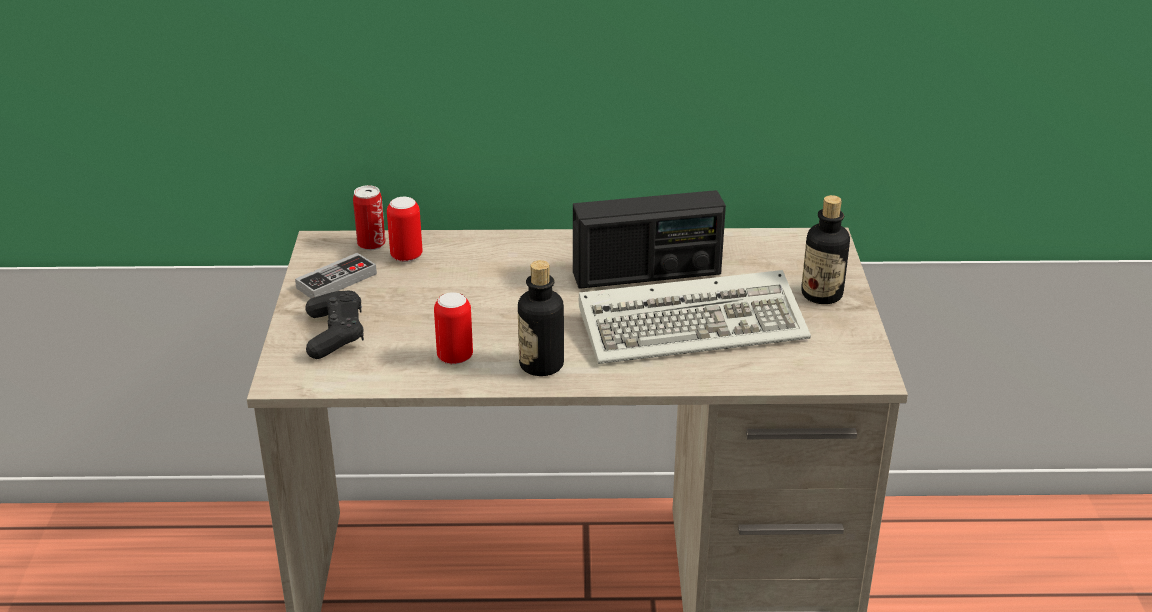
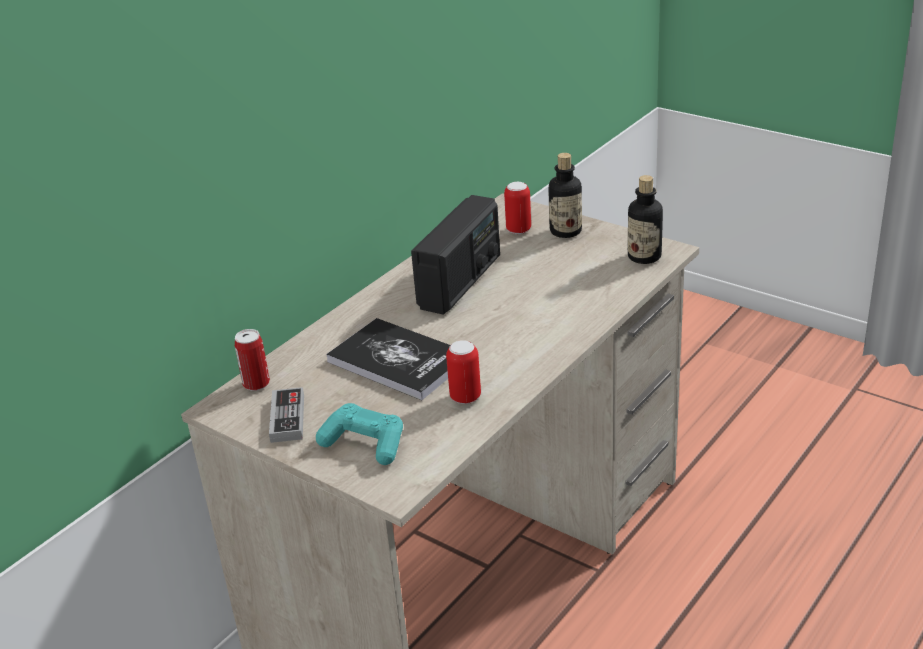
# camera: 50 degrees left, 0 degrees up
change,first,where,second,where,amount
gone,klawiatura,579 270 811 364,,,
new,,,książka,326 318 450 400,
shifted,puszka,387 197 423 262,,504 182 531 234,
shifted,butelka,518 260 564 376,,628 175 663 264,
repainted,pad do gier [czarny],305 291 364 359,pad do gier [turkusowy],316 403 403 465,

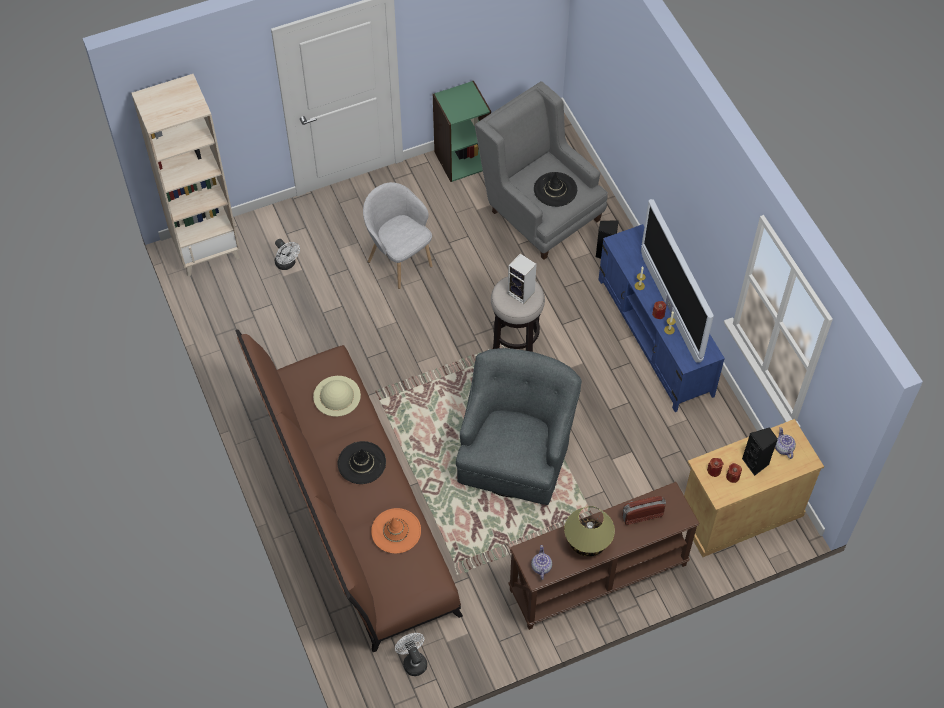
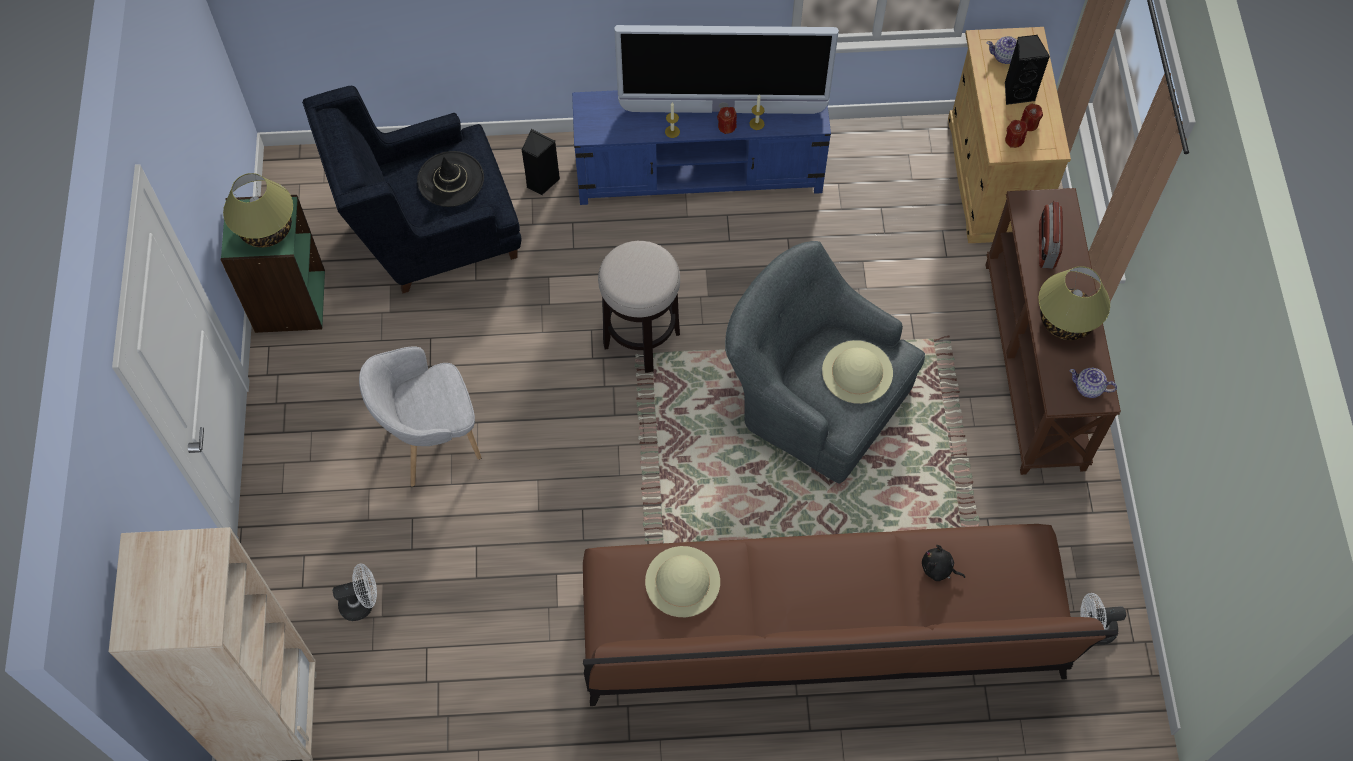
# camera: 70 degrees left, 5 degrees up
change,first,where,second,where,amount
gone,kapelusz [czarny],338 441 386 484,,,
gone,głośnik,508 253 536 304,,,
new,,,lampa stołowa,223 173 293 248,
new,,,kapelusz [beżowy],822 340 893 404,
swapped,kapelusz [pomarańczowy],371 508 421 553,pluszak [czarny],922 545 965 581,
repainted,fotel [szary],475 81 608 260,fotel [niebieski],302 86 522 293,

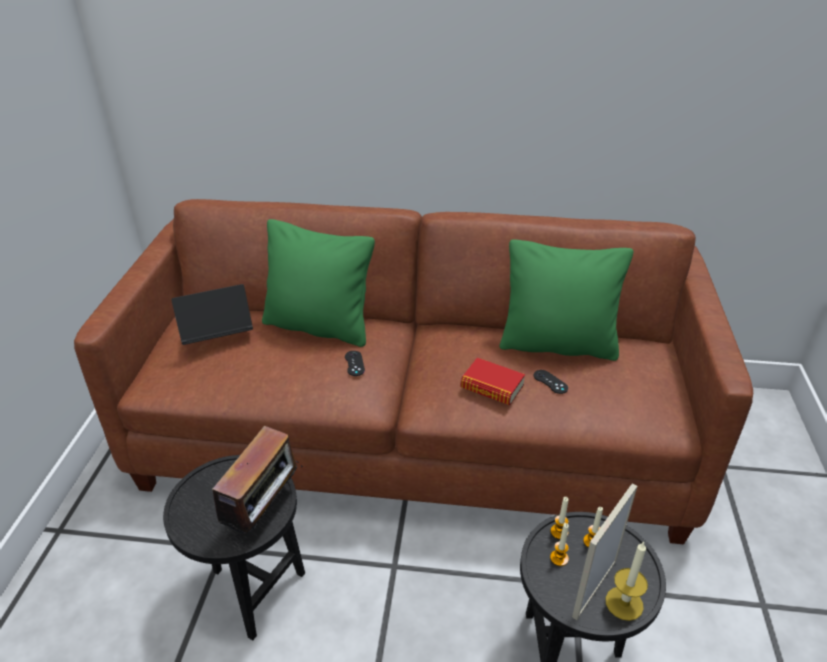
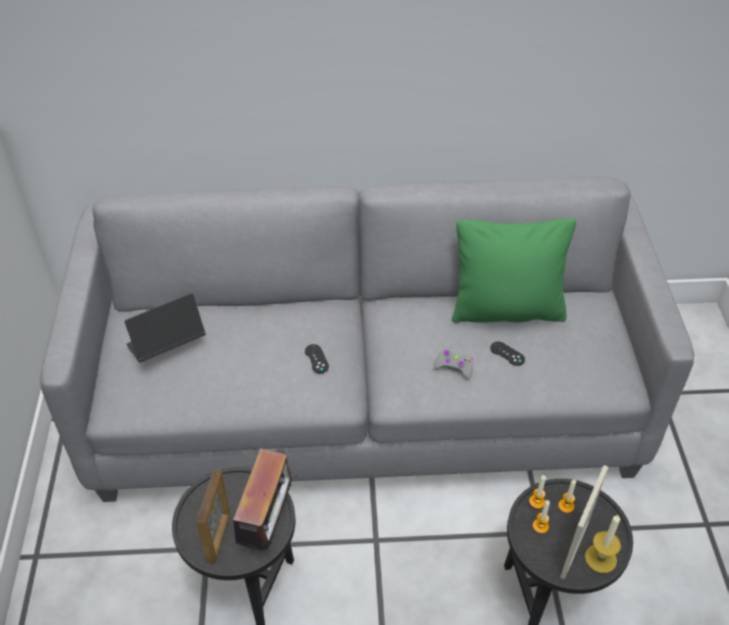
# camera: 10 degrees left, 10 degrees up
change,first,where,second,where,amount
gone,poduszka [zielony],262 219 375 347,,,
new,,,ramka na zdjęcie,196 469 230 563,
swapped,książka,460 358 525 405,pad do gier [szary],433 349 473 379,
repainted,kanapa [brązowy],74 199 753 544,kanapa [szary],40 176 694 502,

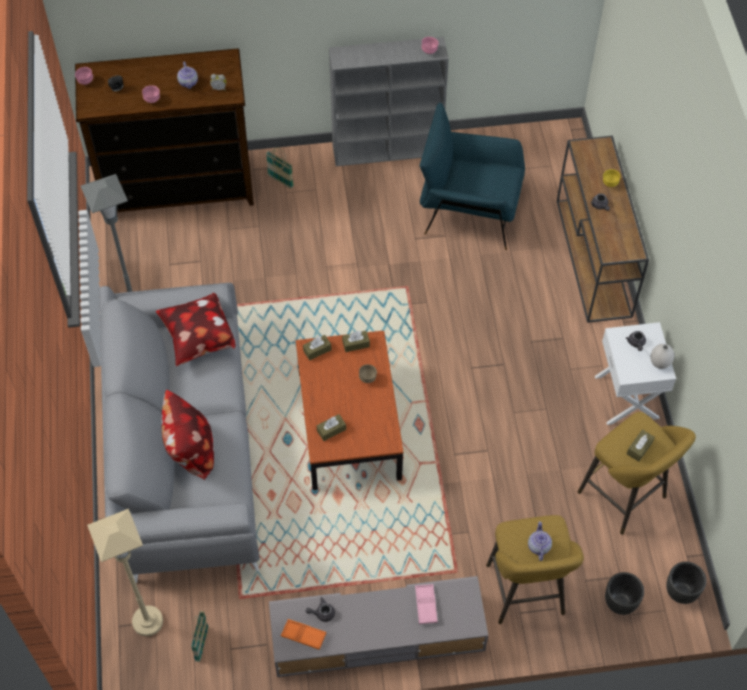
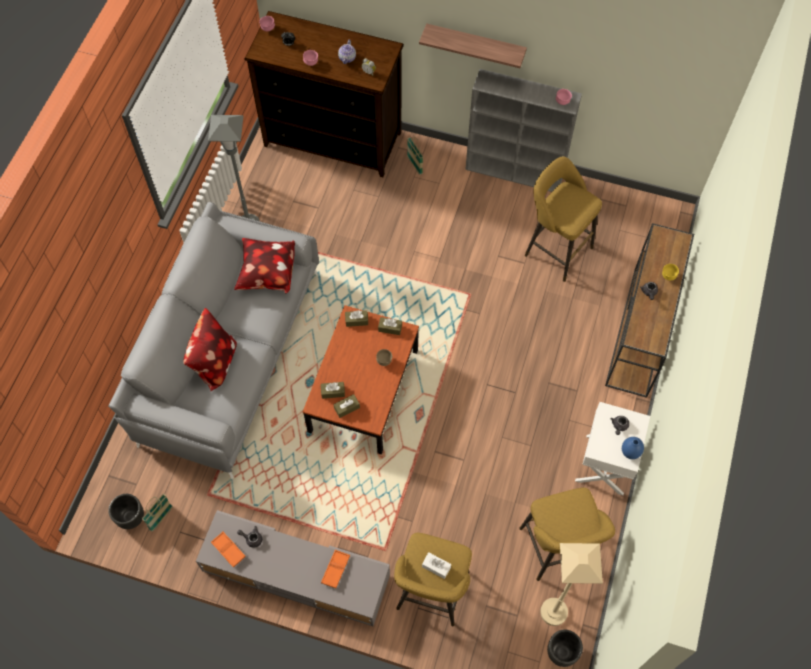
# camera: 25 degrees right, 5 degrees up
change,first,where,second,where,amount
new,,,półka,419 24 527 68,
shifted,lampa stojąca [beżowy],87 509 163 636,,540 543 603 626,
shifted,donica [czarny],605 572 644 615,,108 494 144 529,
shifted,pudełko chusteczek [brązowy],627 429 655 462,,334 394 360 418,
swapped,fotel [niebieski],420 103 525 250,stołek [żółty],525 157 602 282,
swapped,imbryk,528 521 552 561,pudełko chusteczek [biały],422 552 451 579,
repainted,taca [różowy],415 584 438 624,taca [pomarańczowy],321 550 350 589,
repainted,wazon [biały],650 344 674 369,wazon [niebieski],622 437 644 459,

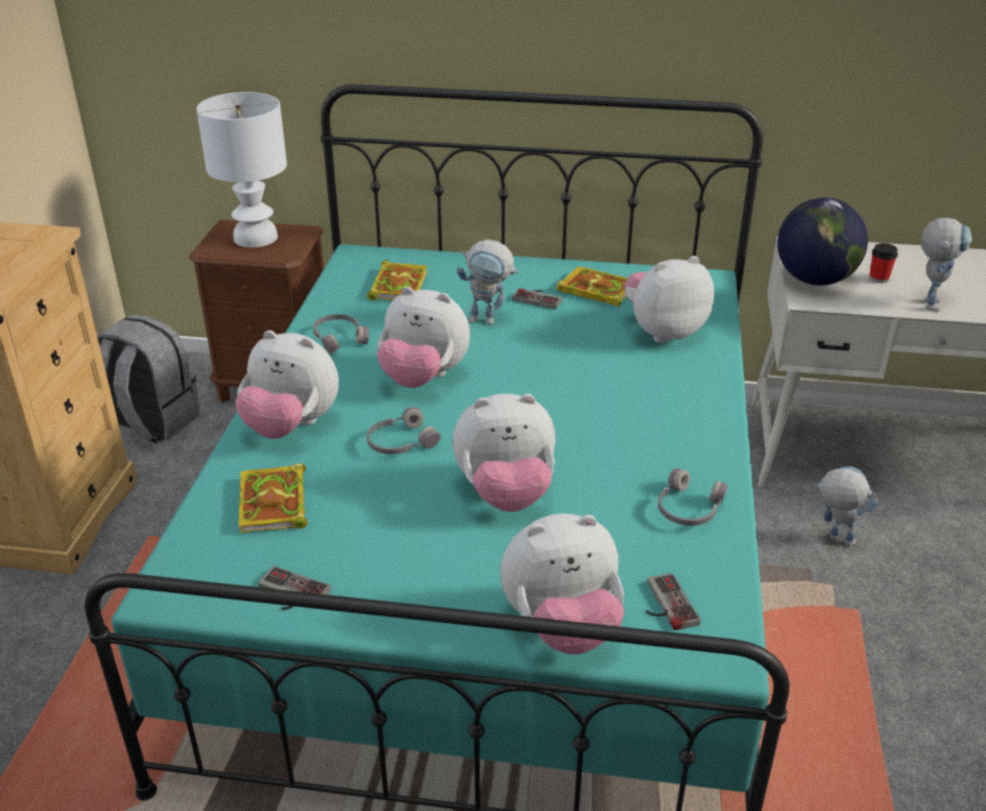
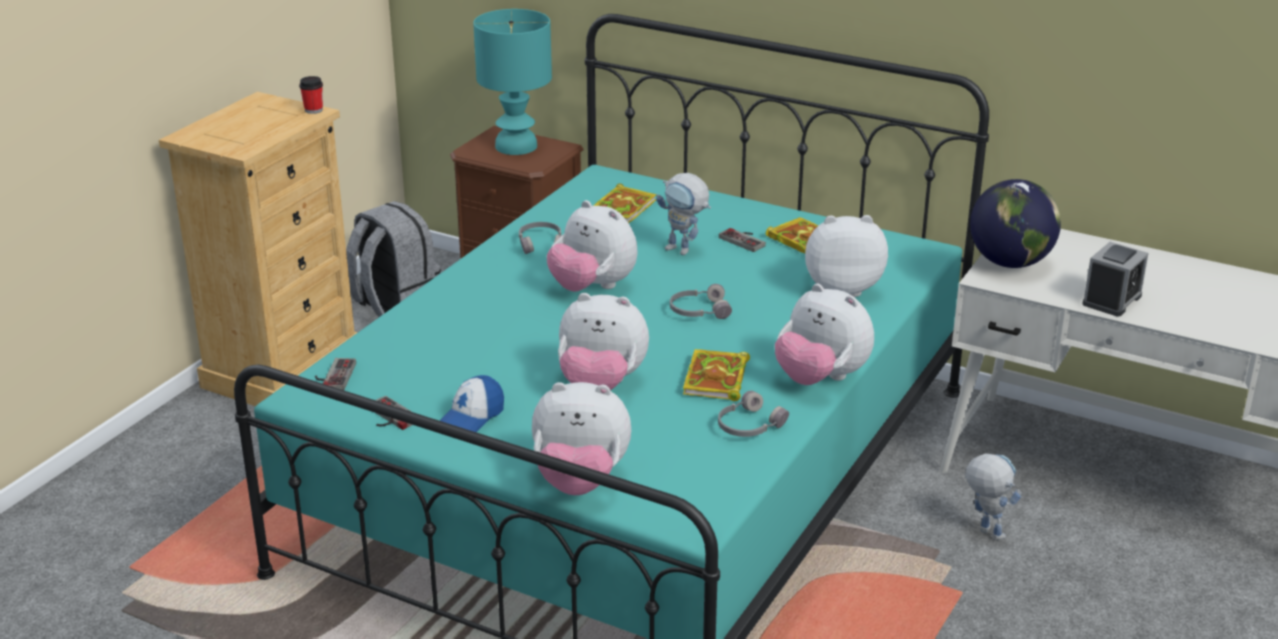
# camera: 20 degrees right, 5 degrees down
change,first,where,second,where,amount
new,,,czapka z daszkiem,440 375 504 432,
shifted,pluszak,235 330 339 439,,775 284 874 385,
shifted,książka,239 463 308 533,,683 349 750 401,
shifted,słuchawki [szary],367 407 441 454,,670 284 732 319,
shifted,pad do gier,646 573 701 630,,315 358 356 390,
shifted,filiżanka,869 243 898 283,,299 76 323 114,
swapped,robot zabawkowy,921 218 972 312,budzik,1082 242 1148 316,
repainted,lampa stołowa [biały],196 92 287 248,lampa stołowa [turkusowy],473 9 552 155,

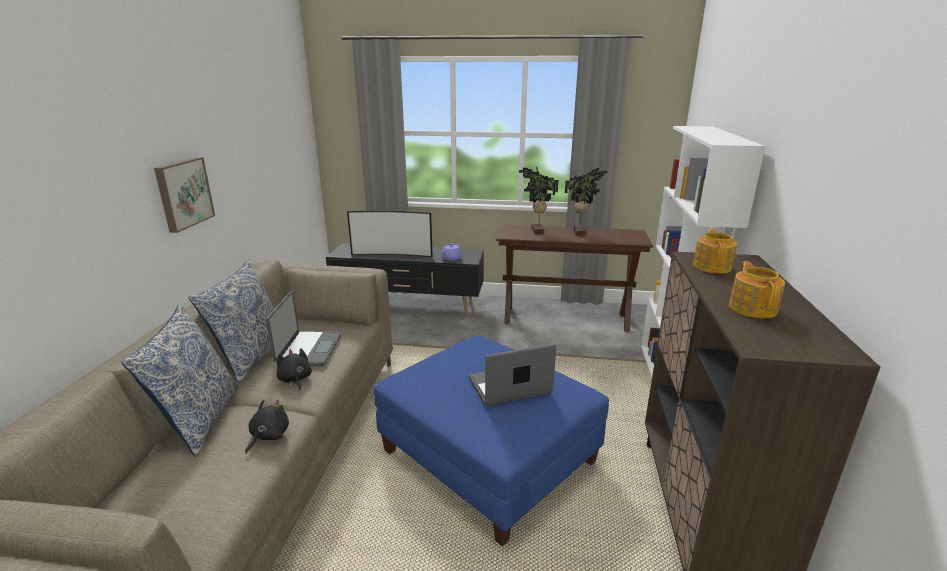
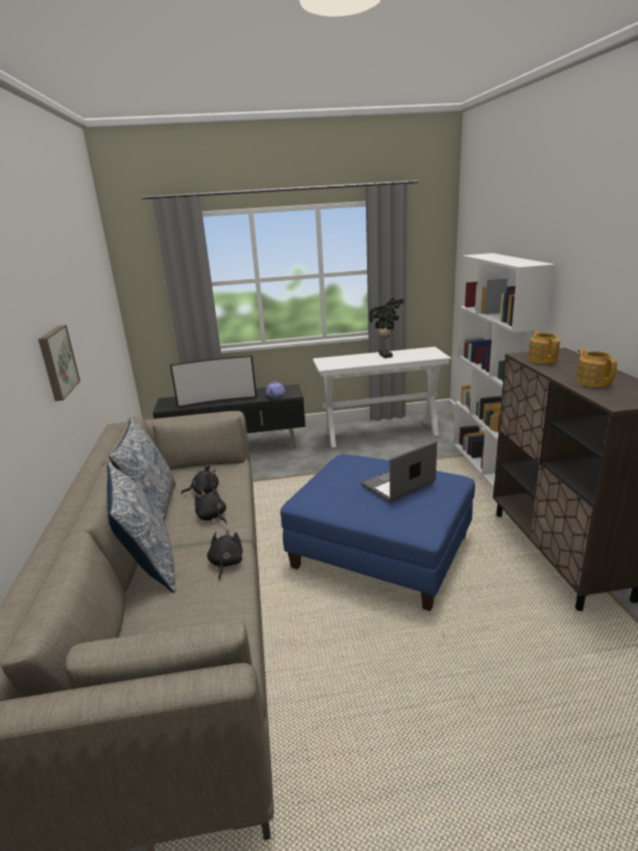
# camera: 15 degrees left, 0 degrees up
change,first,where,second,where,amount
gone,roślina doniczkowa,519 166 558 234,,,
swapped,laptop,266 291 342 367,pluszak [czarny],181 465 219 495,
repainted,stolik konsolowy [brązowy],496 225 654 332,stolik konsolowy [biały],313 347 452 448,

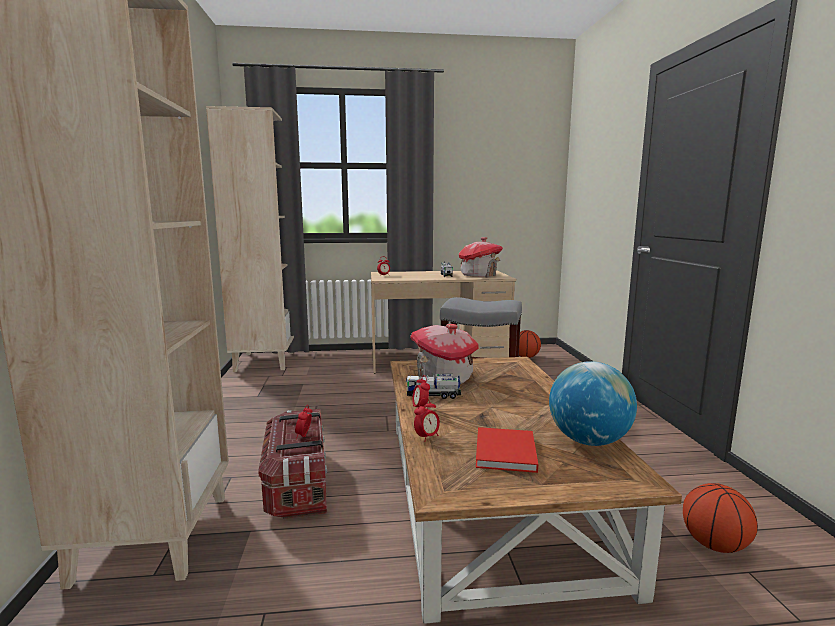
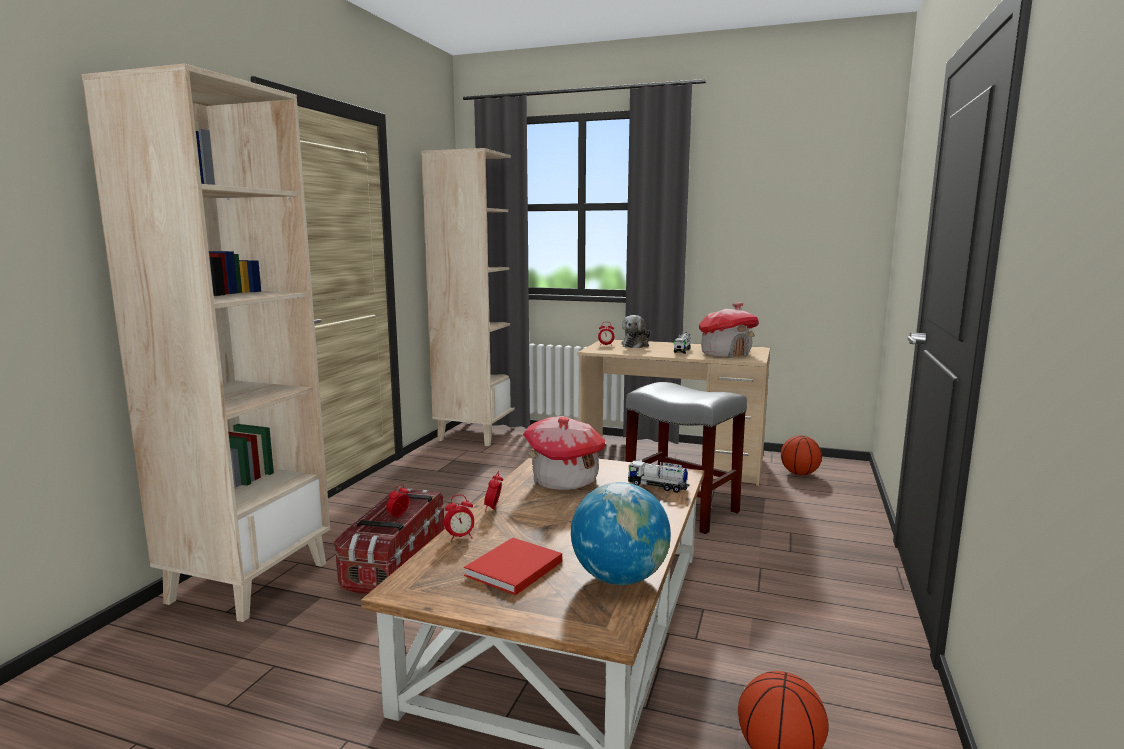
# camera: 25 degrees right, 0 degrees up
change,first,where,second,where,amount
new,,,pluszak,622 315 651 348,
shifted,ciężarówka zabawkowa,406 374 461 399,,628 460 690 493,

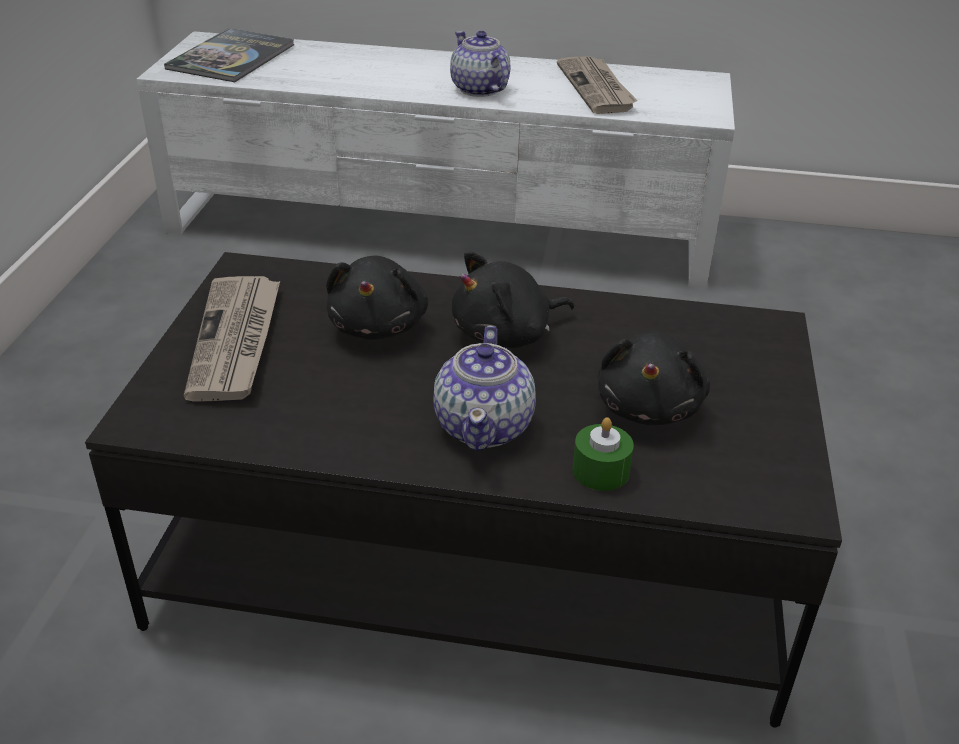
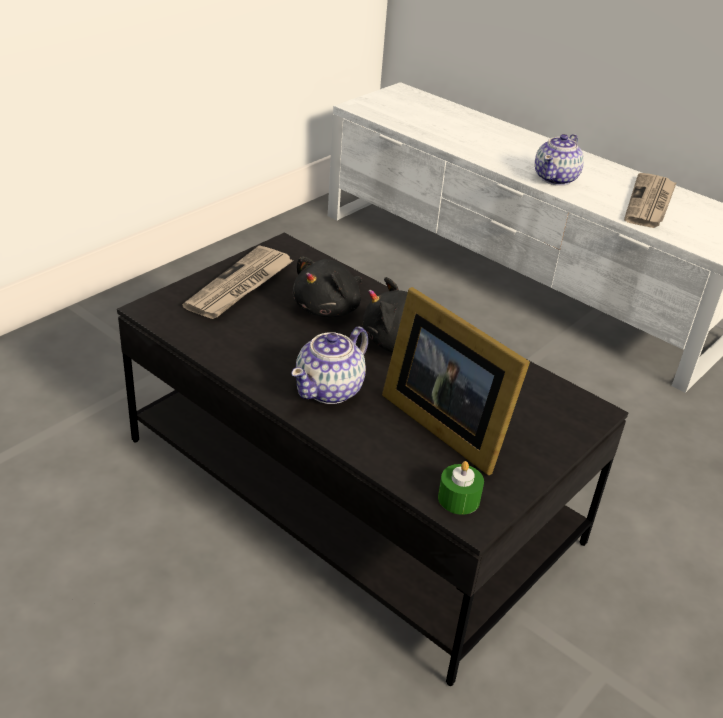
# camera: 30 degrees right, 0 degrees up
change,first,where,second,where,amount
gone,książka,164 28 294 82,,,
shifted,świeca [zielony],573 417 634 491,,438 461 484 515,
swapped,pluszak [czarny],598 332 710 425,ramka na zdjęcie,382 287 530 475,
rotated,imbryk,450 31 510 97,,535 134 584 186,150 degrees counterclockwise

